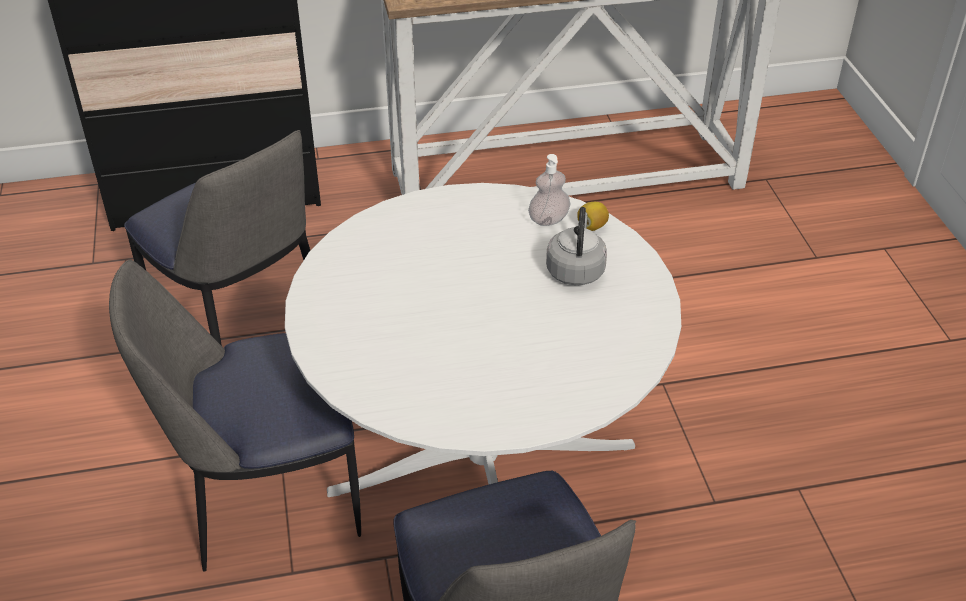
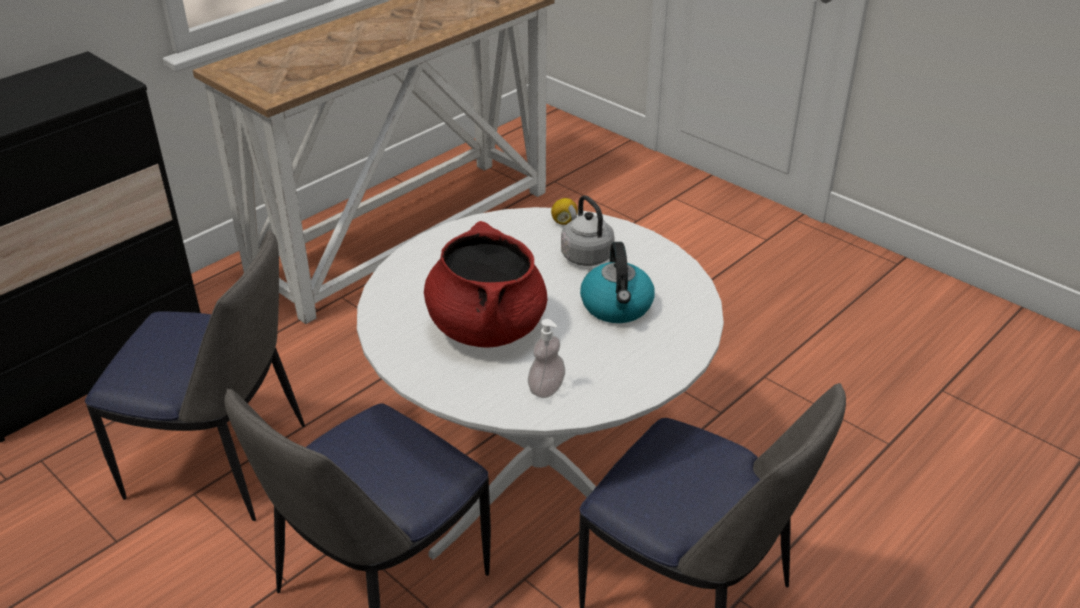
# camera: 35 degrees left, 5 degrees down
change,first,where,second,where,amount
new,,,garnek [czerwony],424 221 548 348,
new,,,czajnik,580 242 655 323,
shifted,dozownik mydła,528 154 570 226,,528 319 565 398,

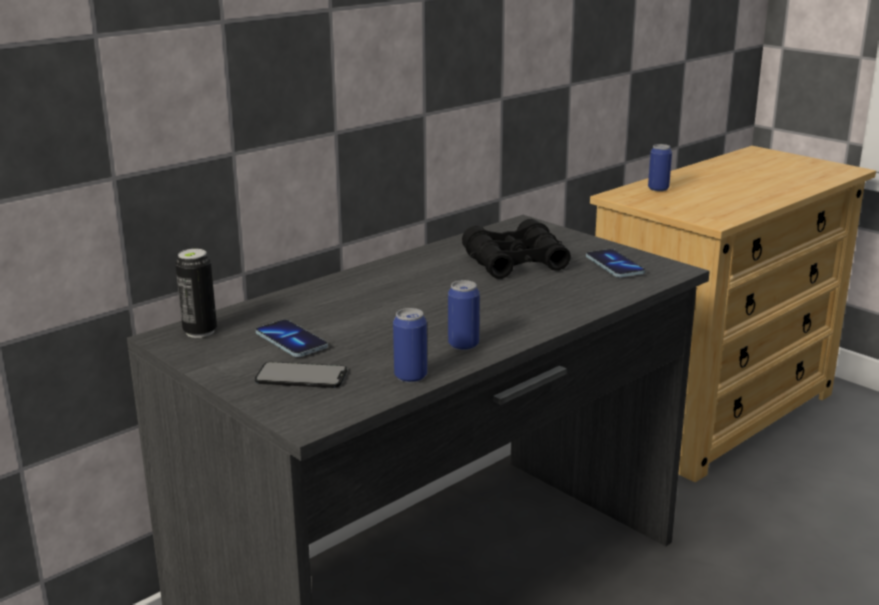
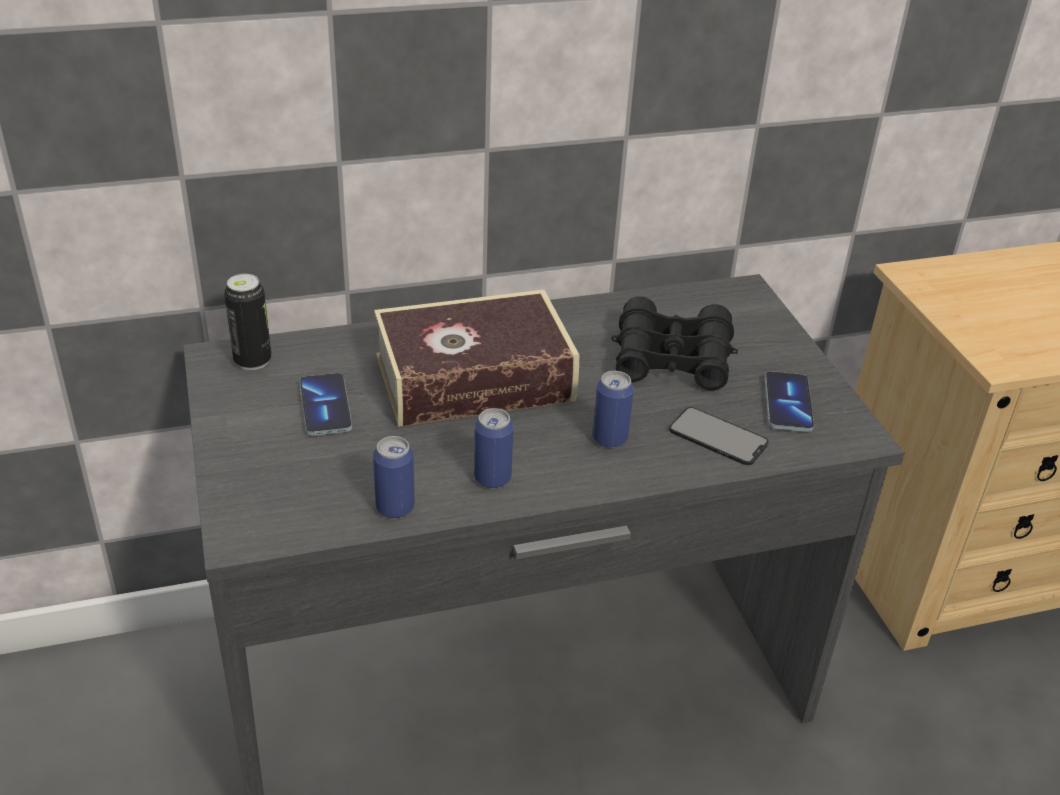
# camera: 25 degrees right, 15 degrees up
change,first,where,second,where,amount
new,,,książka,374 290 579 427,
shifted,telefon,255 362 347 388,,669 407 768 465,
shifted,puszka,648 144 672 191,,592 371 634 448,

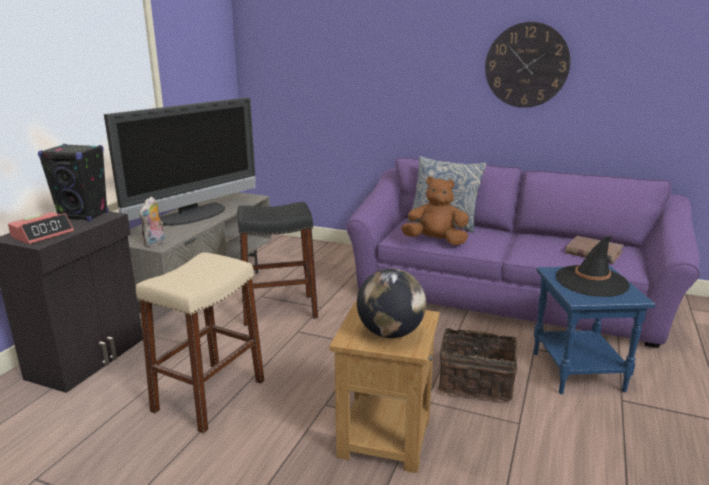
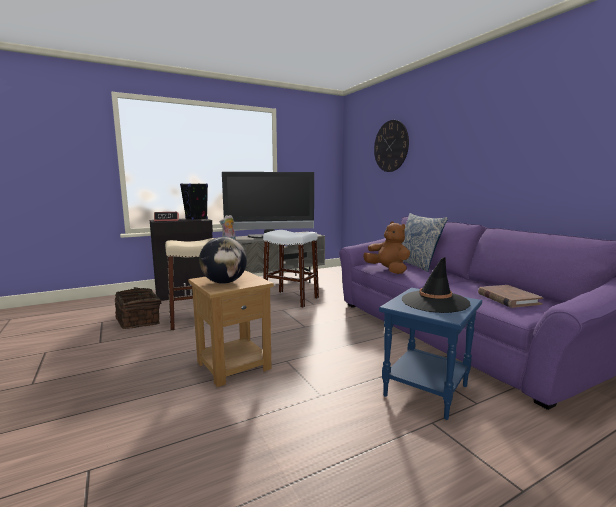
# camera: 40 degrees right, 10 degrees down
change,first,where,second,where,amount
shifted,koszyk,438 324 517 401,,115 287 162 329,
shifted,zegar ścienny,485 22 571 108,,374 120 409 172,
repainted,stołek [czarny],237 202 318 326,stołek [biały],263 230 319 308,

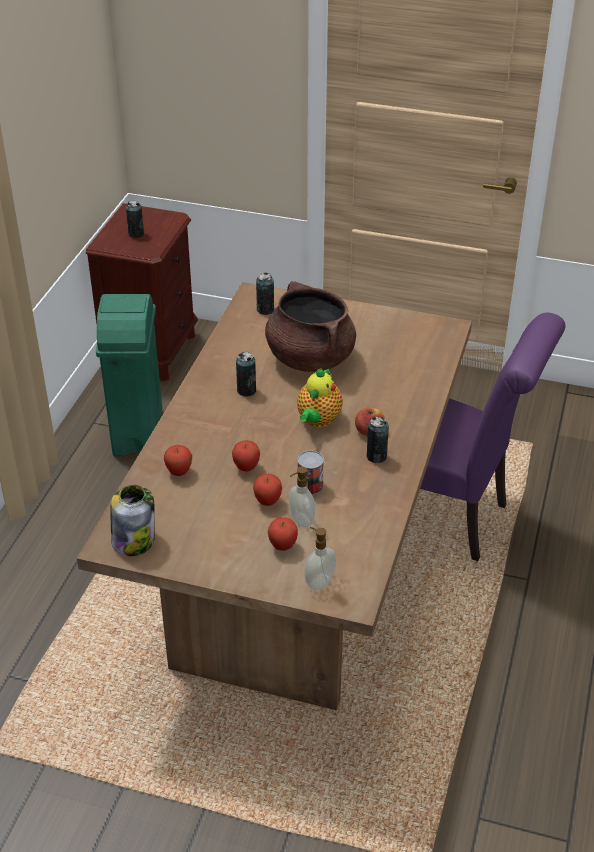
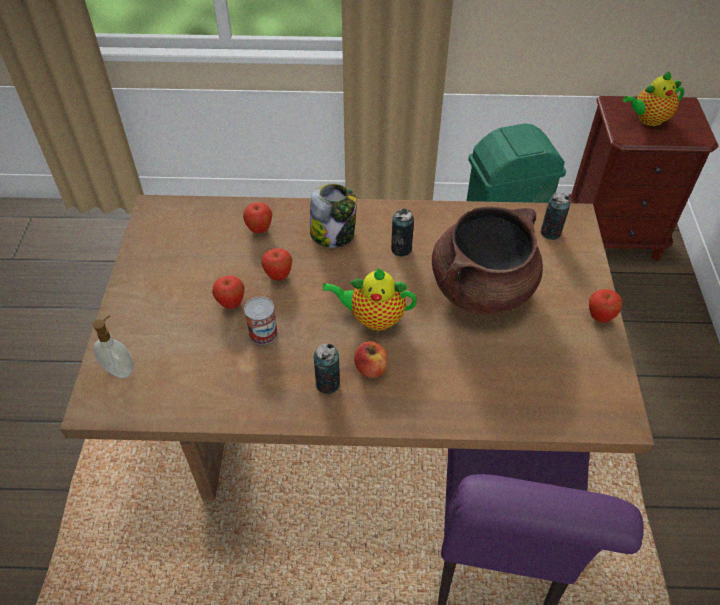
# camera: 75 degrees right, 10 degrees up
change,first,where,second,where,amount
gone,dozownik mydła,289 466 315 528,,,
shifted,słoik,110 485 155 556,,310 184 357 248,
shifted,jabłko,268 517 298 551,,589 289 622 323,
swapped,puszka,126 201 144 238,imbryk,623 71 684 126,

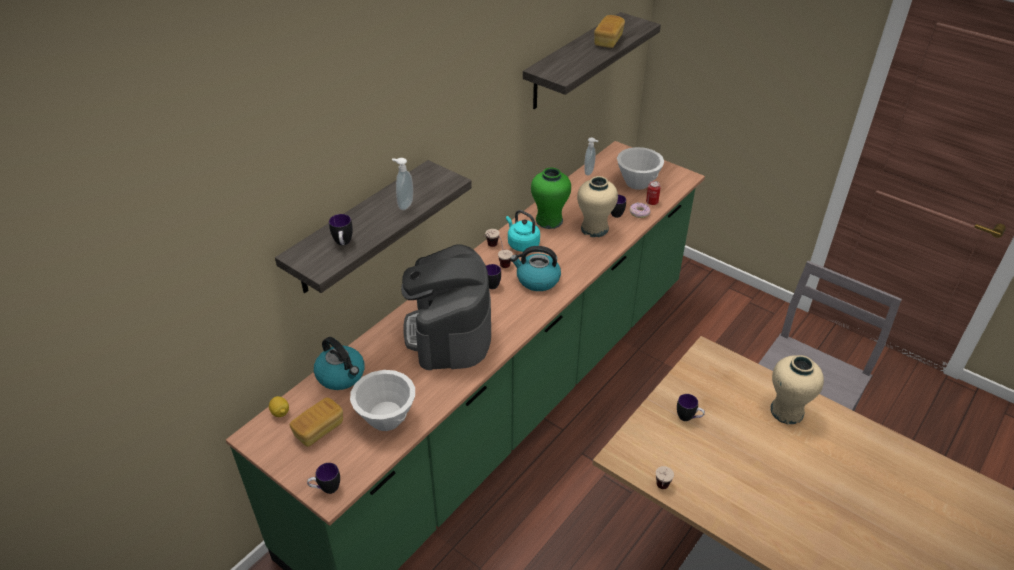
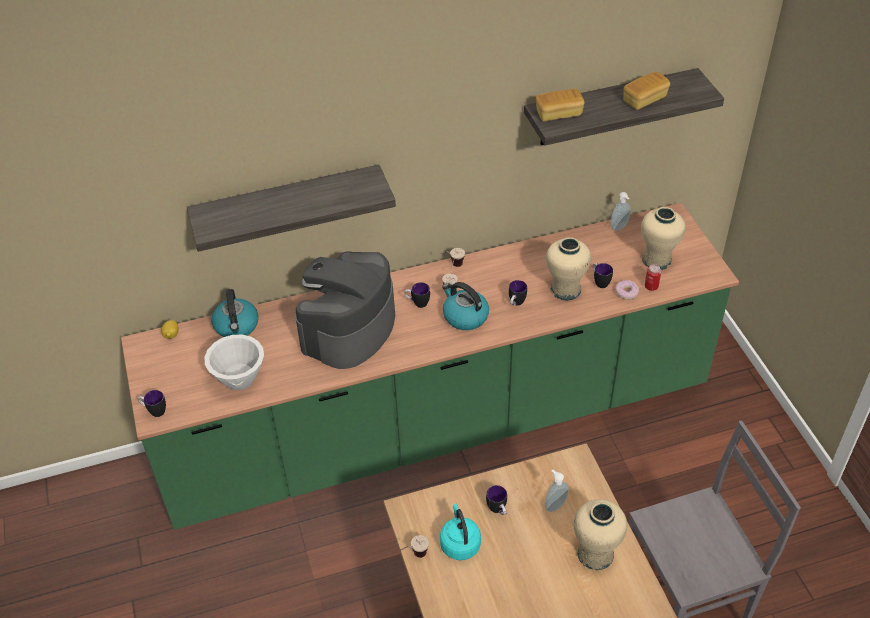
# camera: 35 degrees right, 5 degrees up
change,first,where,second,where,amount
gone,wazon [zielony],531 168 571 229,,,
shifted,chleb,290 397 343 447,,536 89 584 121,
shifted,kubek,329 214 353 246,,509 280 527 306,
shifted,dozownik mydła,392 158 413 210,,545 470 569 512,
shifted,czajnik [turkusowy],506 210 540 252,,440 504 481 560,
swapped,miska [biały],617 147 664 190,wazon [beżowy],641 207 686 270,

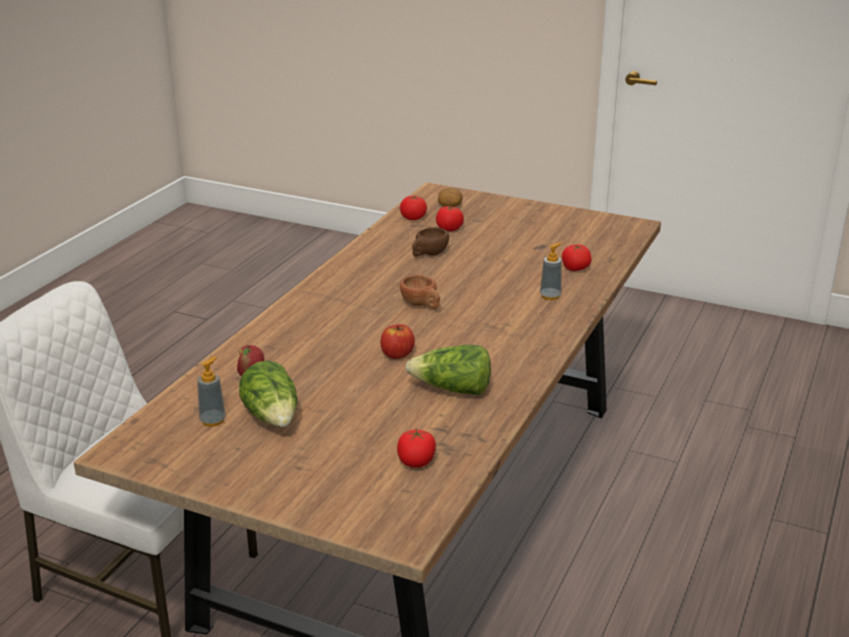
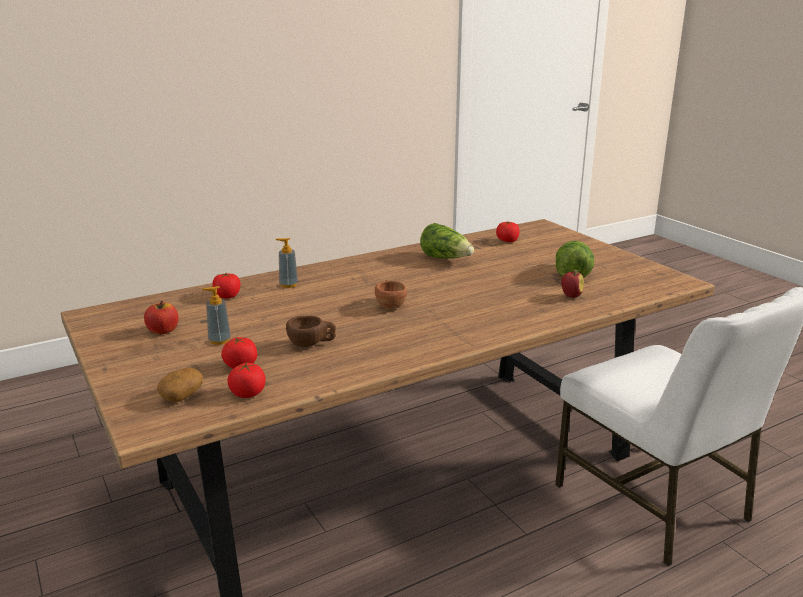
# camera: 145 degrees left, 5 degrees down
change,first,where,second,where,amount
shifted,dozownik mydła,197 356 226 427,,202 286 231 345,
shifted,jabłko,380 324 415 359,,144 301 179 334,

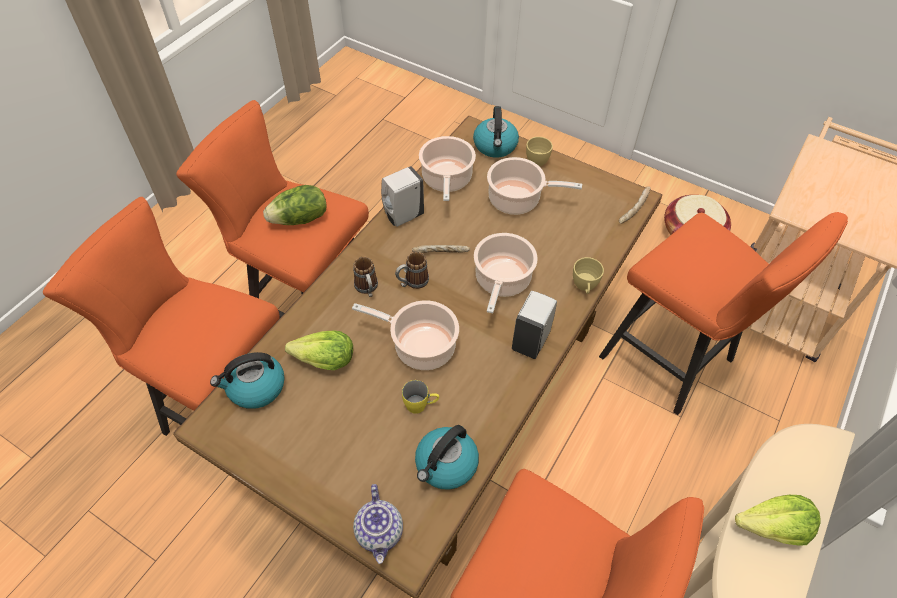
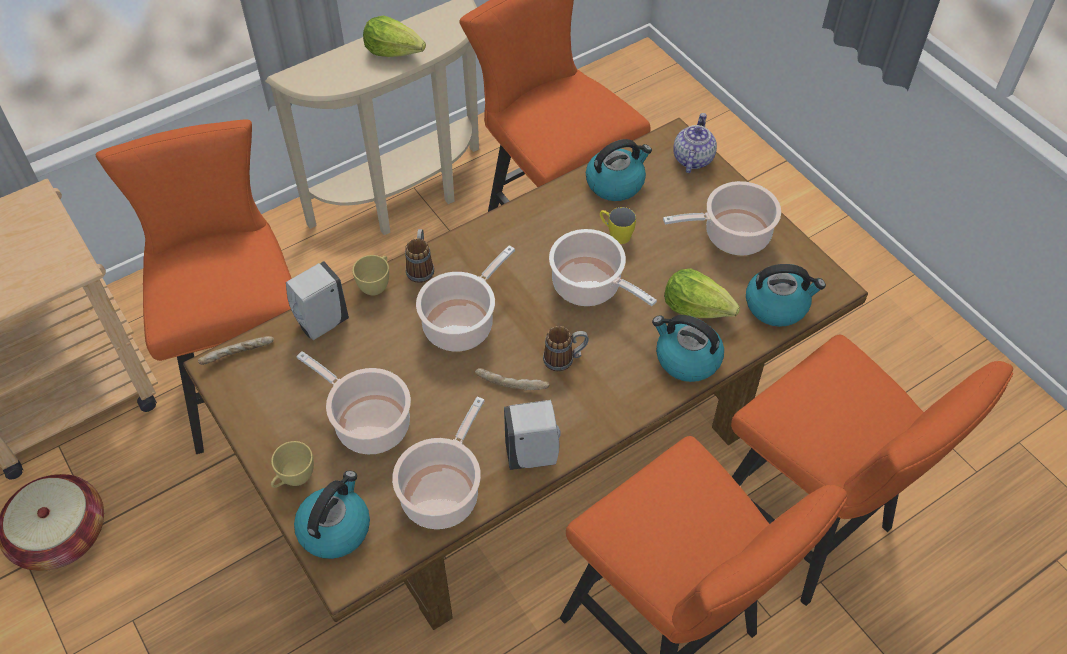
# camera: 155 degrees left, 0 degrees up
change,first,where,second,where,amount
gone,sałata,263 185 327 225,,,
new,,,czajnik,652 315 724 382,
new,,,garnek,663 181 781 255,
shifted,kubek,353 257 378 297,,405 229 434 283,
shifted,dozownik mydła [biały],512 291 557 359,,286 261 349 340,

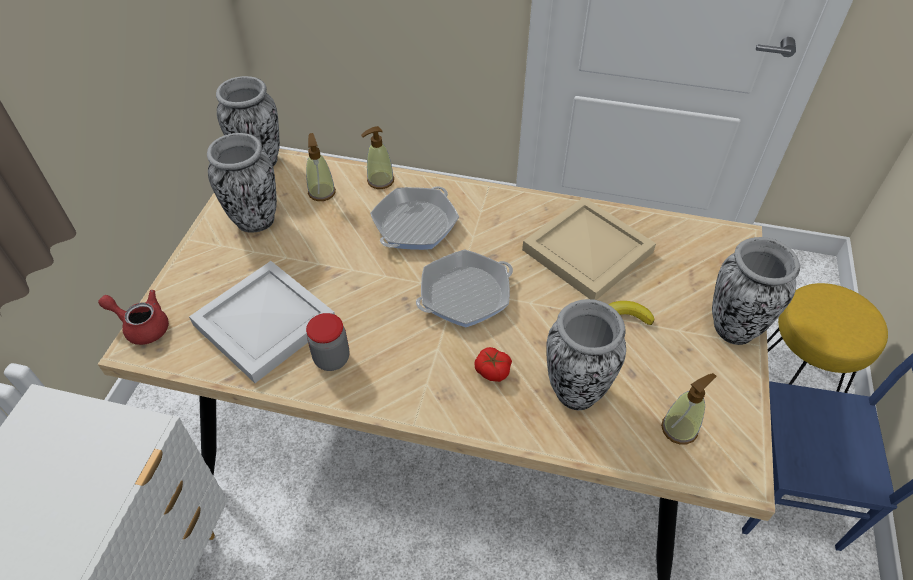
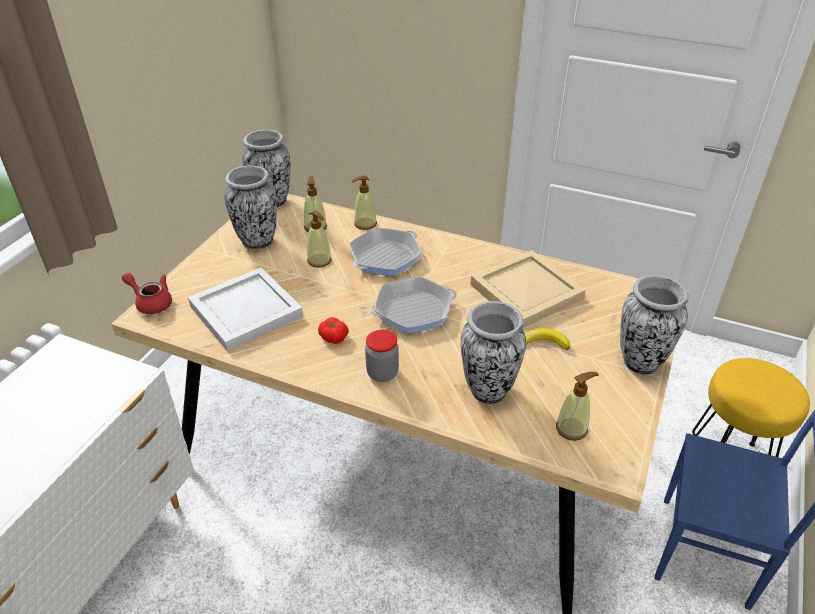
# camera: 10 degrees right, 10 degrees down
change,first,where,second,where,amount
new,,,dozownik mydła,307 210 332 268,
shifted,słoik,306 313 349 371,,365 330 399 382,
shifted,pomidor,475 347 512 382,,318 317 349 344,

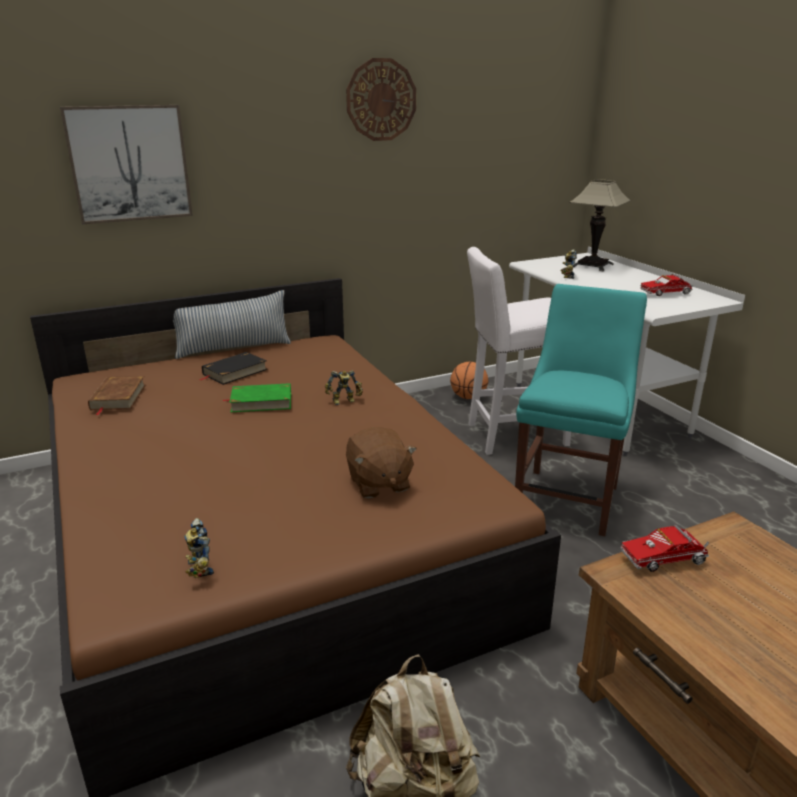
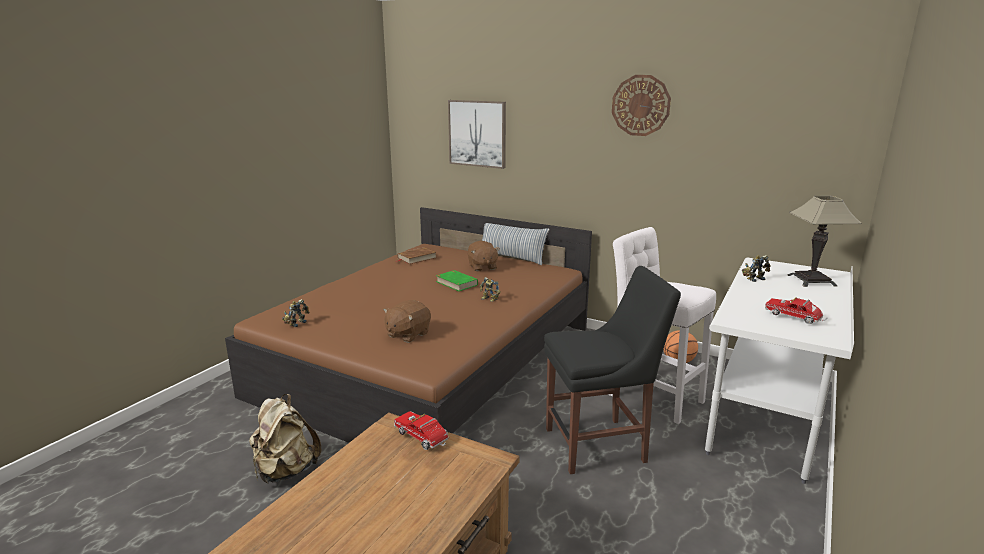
# camera: 55 degrees right, 5 degrees down
change,first,where,second,where,amount
swapped,książka [czarny],199 352 267 385,pluszak [brązowy],468 241 500 271,
repainted,krzesło [turkusowy],515 284 647 536,krzesło [czarny],544 266 681 474,

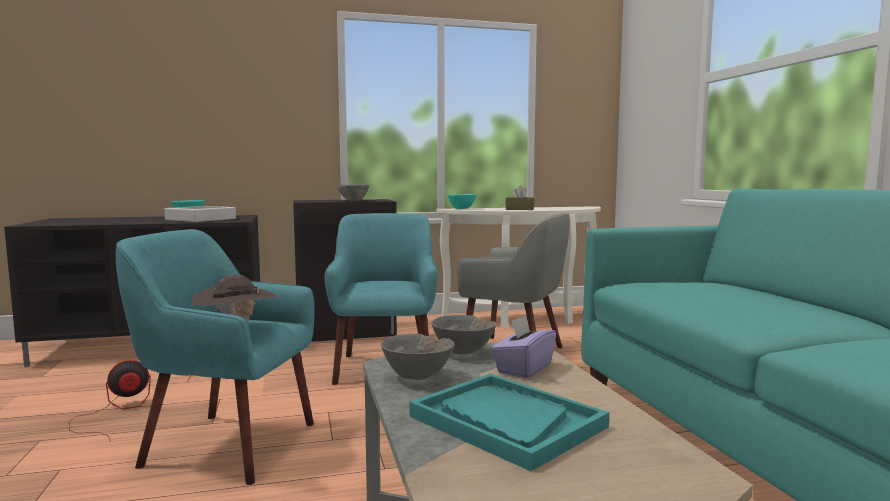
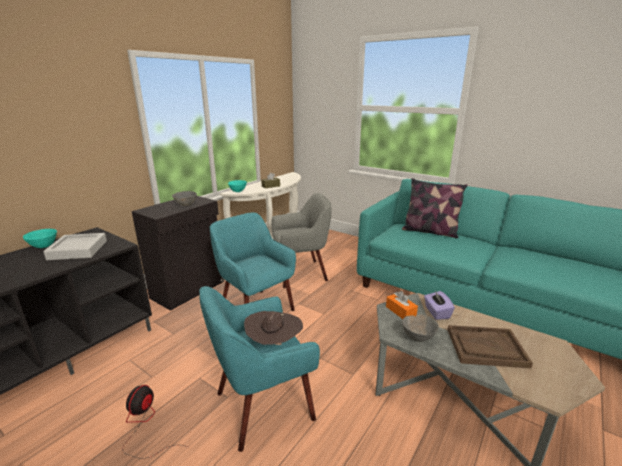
# camera: 40 degrees left, 15 degrees up
change,first,where,second,where,amount
new,,,poduszka,402 178 467 238,
swapped,miska [szary],431 315 496 355,pudełko chusteczek [pomarańczowy],386 291 418 319,
repainted,taca [turkusowy],409 374 609 471,taca [brązowy],448 325 533 368,

